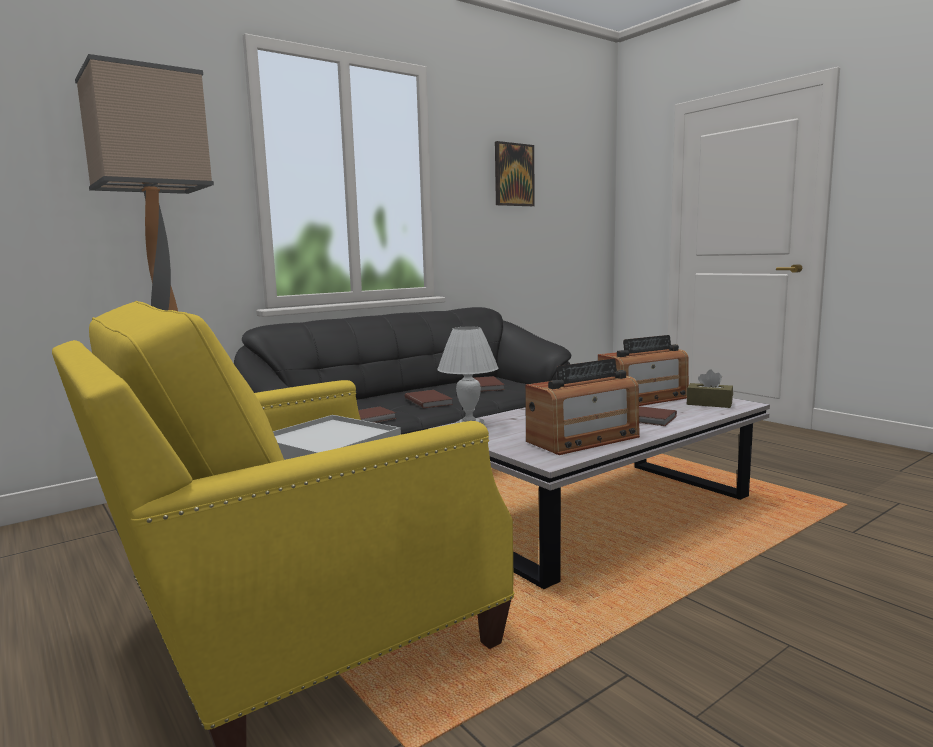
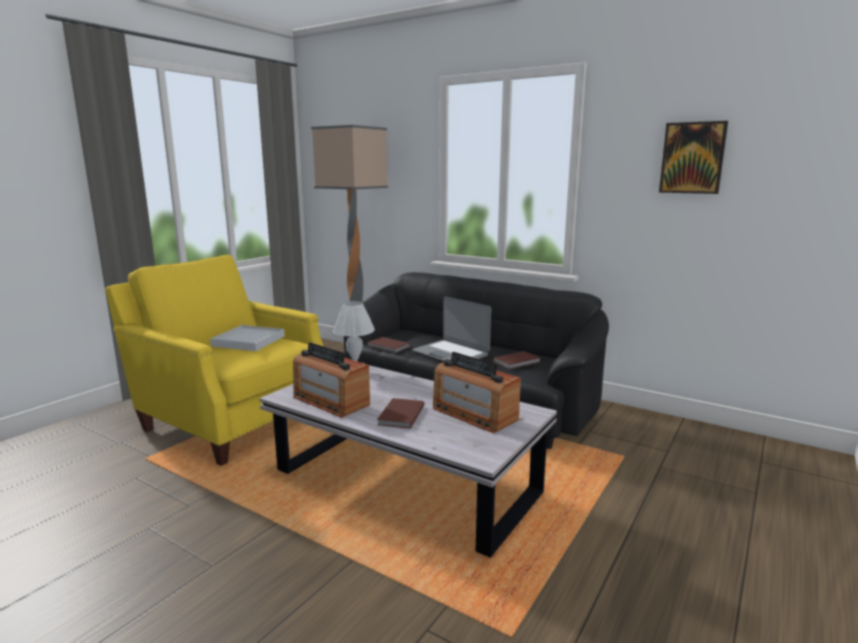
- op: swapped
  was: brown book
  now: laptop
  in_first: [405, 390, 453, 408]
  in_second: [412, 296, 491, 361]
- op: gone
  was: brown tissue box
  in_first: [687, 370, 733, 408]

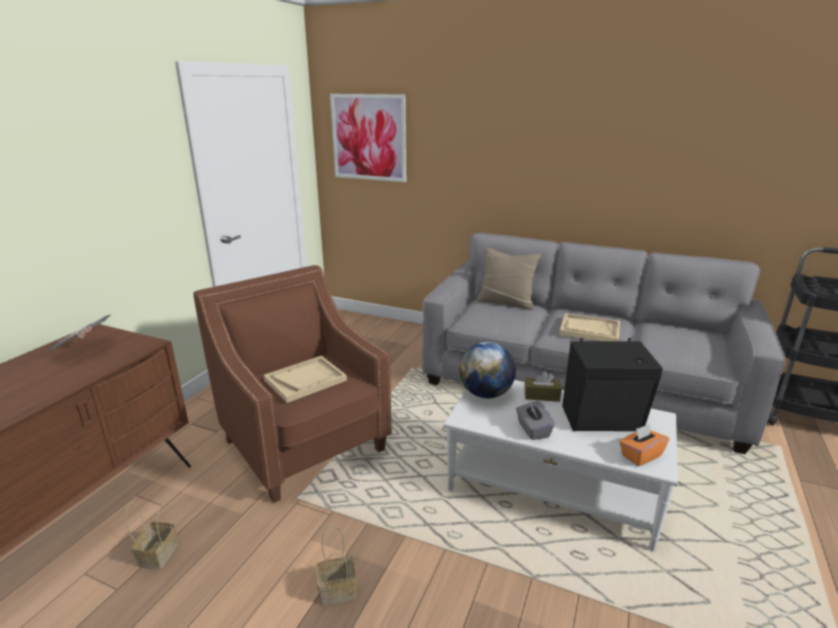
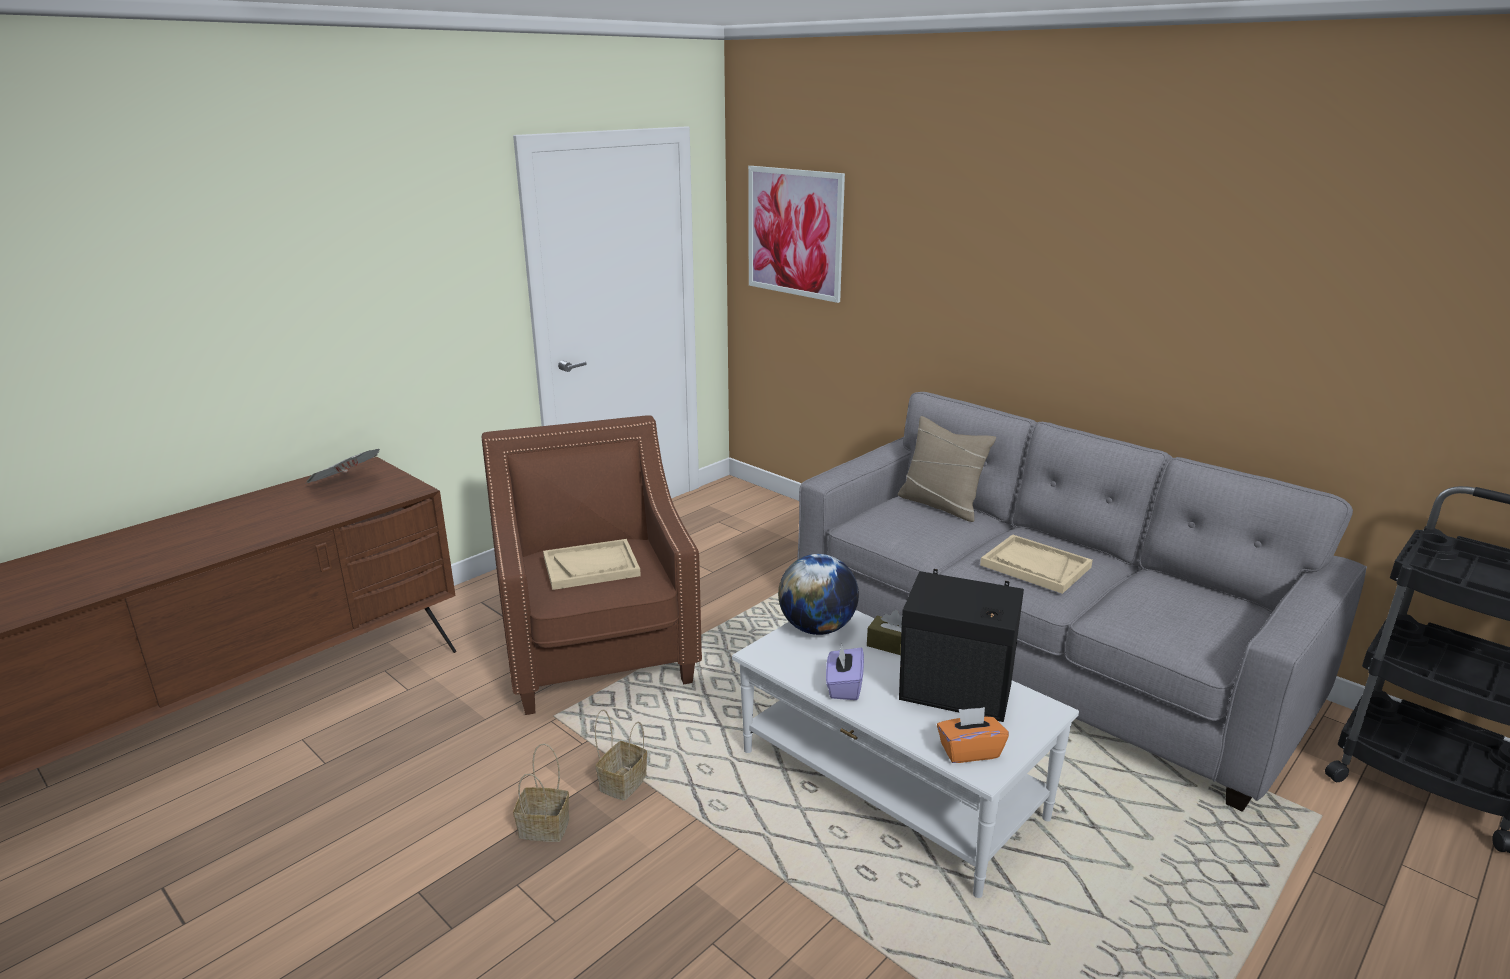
- op: shifted
  was: basket
  in_first: [125, 502, 178, 569]
  in_second: [595, 709, 647, 801]
- op: repainted
  was: grey tissue box
  now: purple tissue box
  in_first: [516, 401, 555, 440]
  in_second: [826, 643, 864, 700]

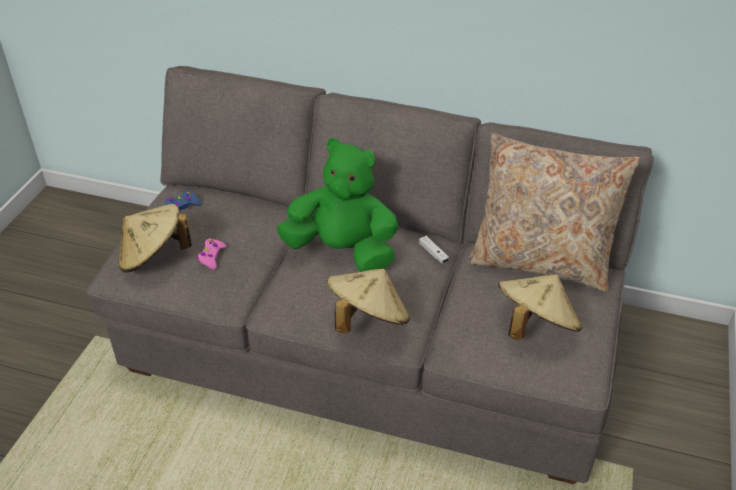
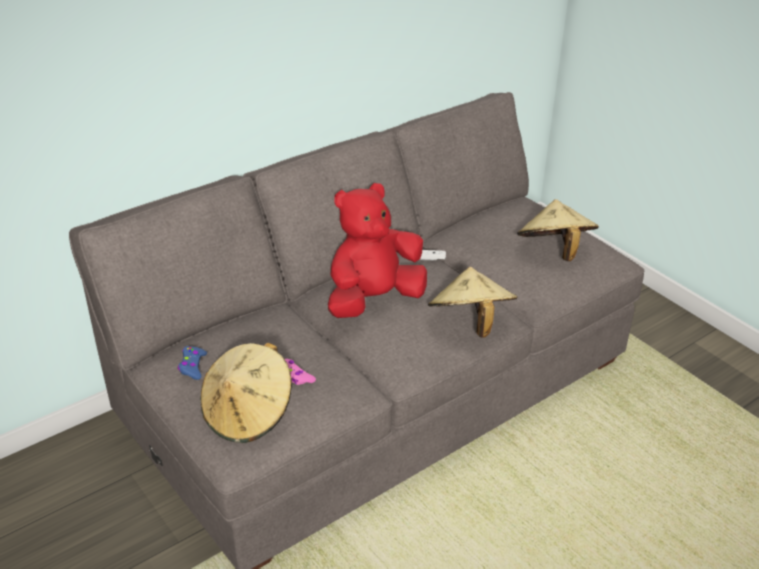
- op: repainted
  was: green plush toy
  now: red plush toy
  in_first: [276, 138, 399, 272]
  in_second: [328, 183, 427, 318]
- op: gone
  was: beige pillow
  in_first: [468, 133, 640, 292]

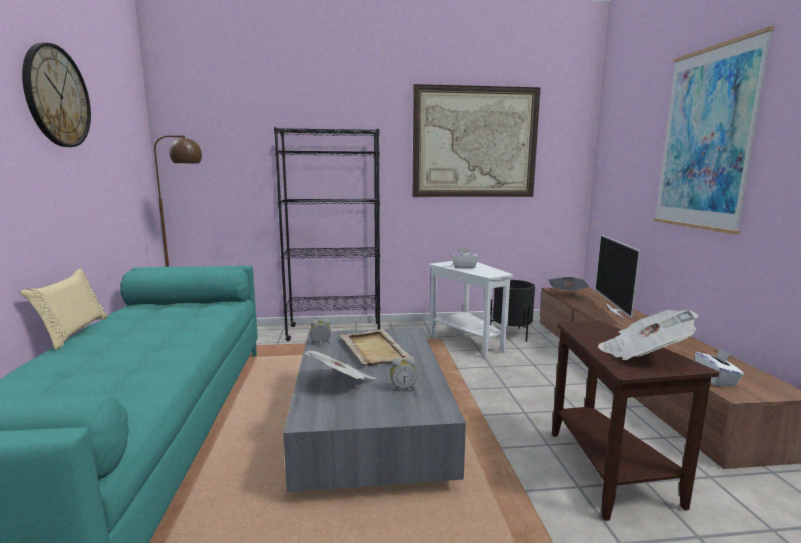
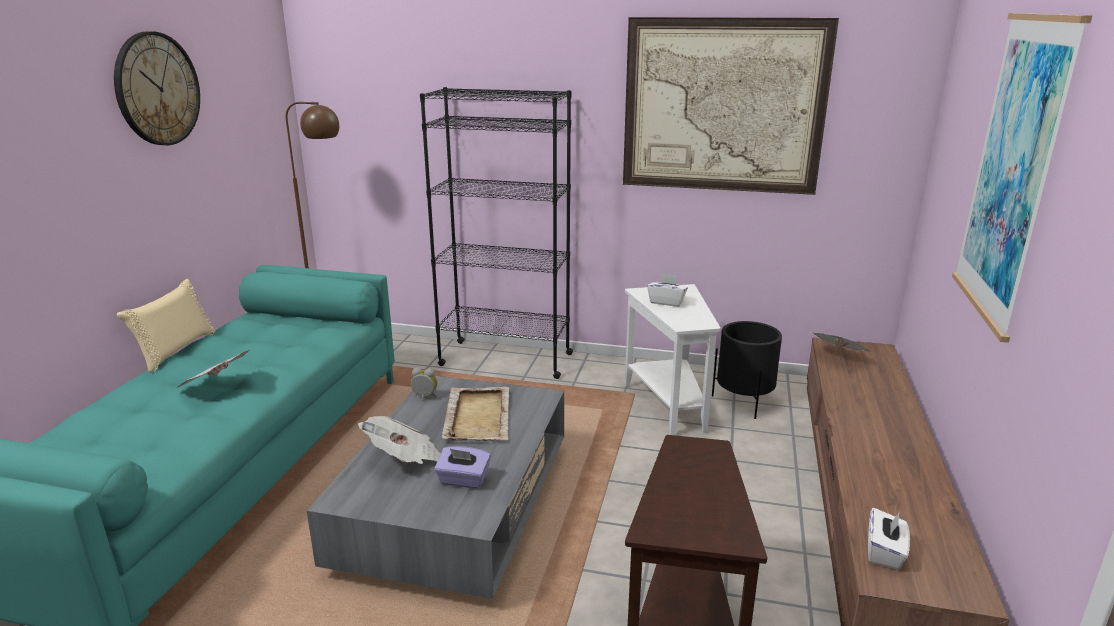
- op: swapped
  was: alarm clock
  now: purple tissue box
  in_first: [390, 358, 417, 391]
  in_second: [434, 446, 491, 489]
- op: gone
  was: television
  in_first: [595, 235, 640, 319]
- op: shifted
  was: newspaper
  in_first: [598, 310, 699, 360]
  in_second: [177, 350, 250, 388]

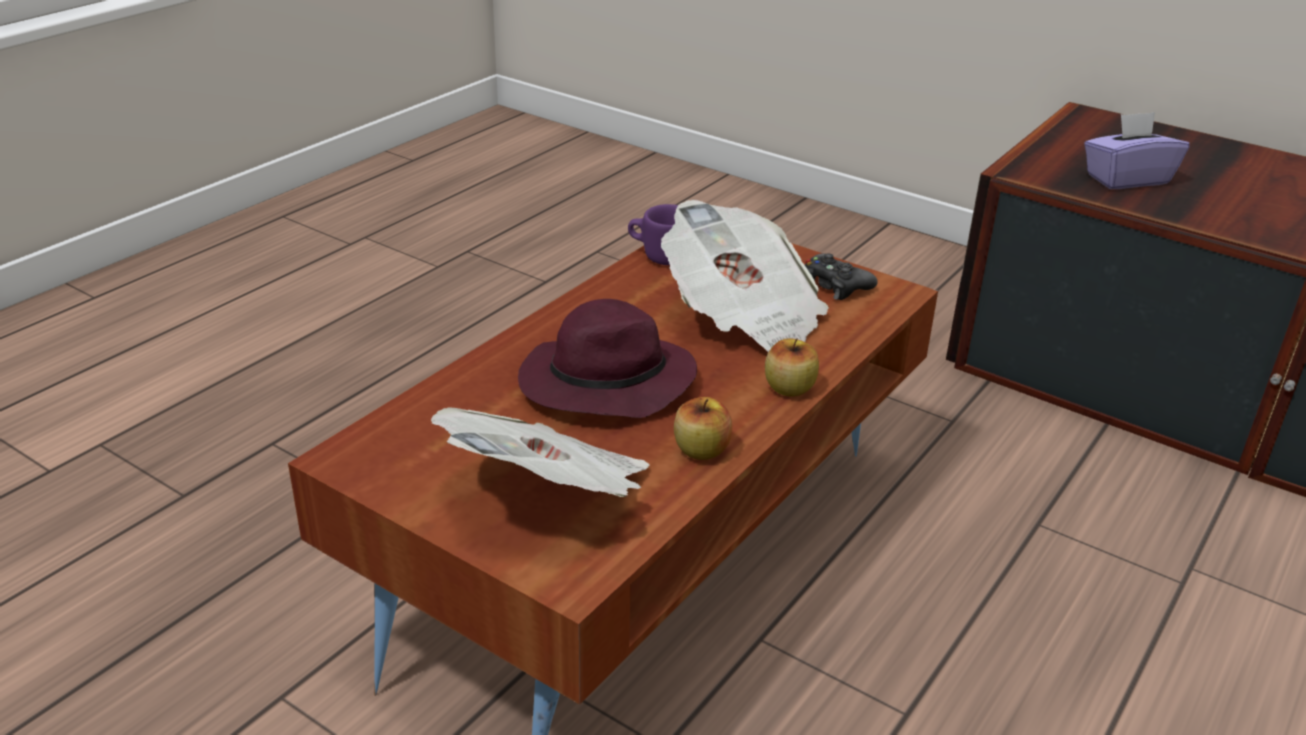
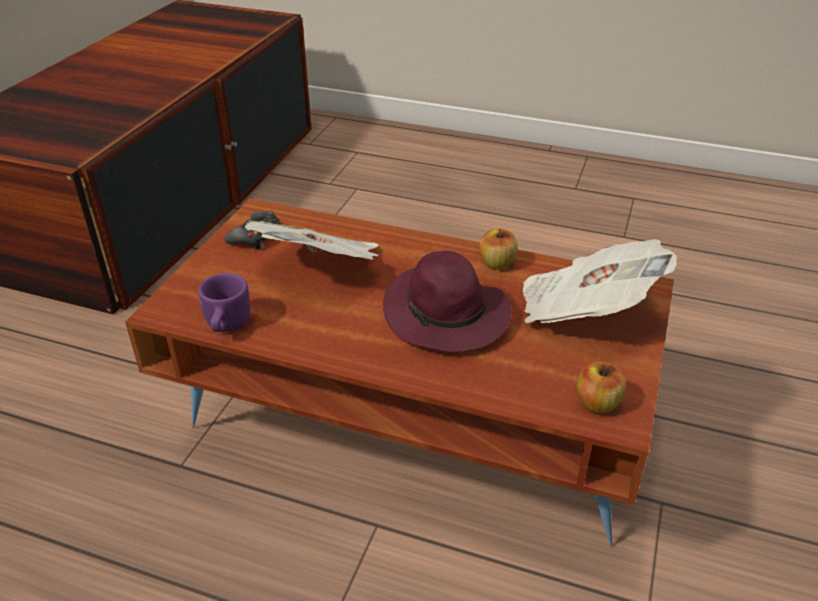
- op: shifted
  was: apple
  in_first: [765, 338, 819, 397]
  in_second: [576, 361, 626, 413]
- op: gone
  was: purple tissue box
  in_first: [1084, 112, 1189, 189]

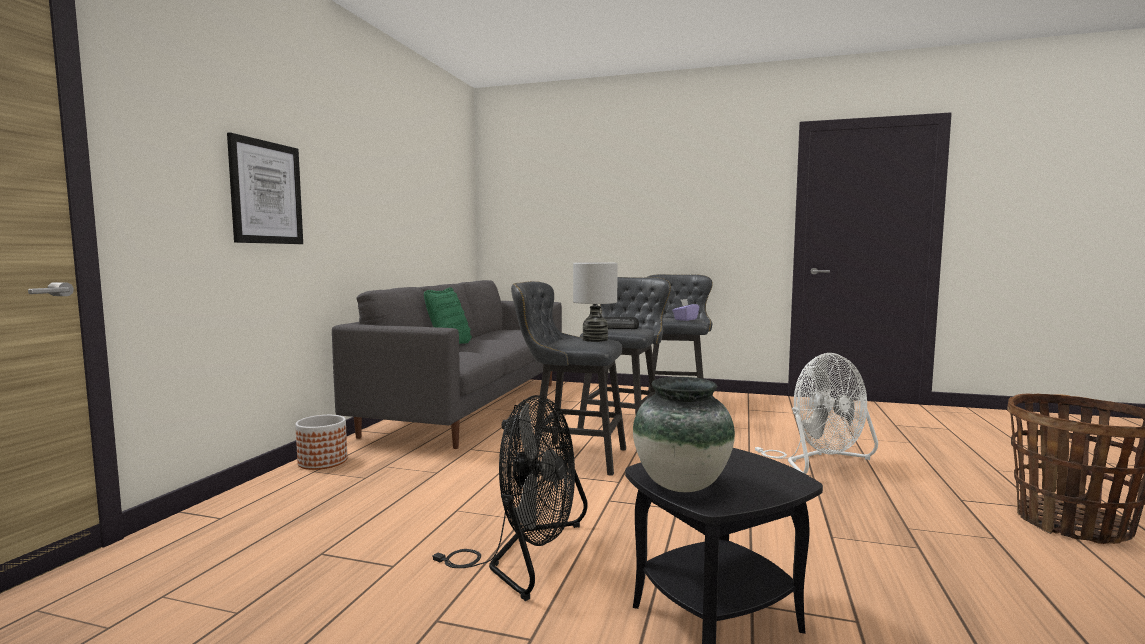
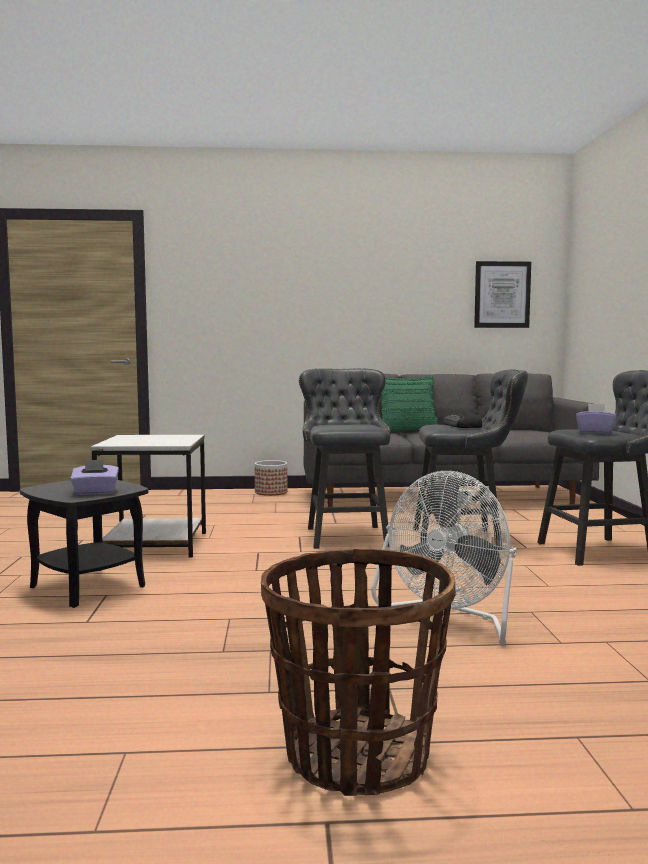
- op: shifted
  was: picture
  in_first: [227, 132, 303, 244]
  in_second: [474, 261, 531, 328]
- op: swapped
  was: black fan
  now: white side table
  in_first: [432, 395, 588, 601]
  in_second: [91, 435, 206, 557]
- op: gone
  was: grey table lamp
  in_first: [573, 262, 618, 342]
- op: gone
  was: vase
  in_first: [633, 377, 735, 492]
- op: new
  now: purple tissue box
  in_second: [70, 460, 119, 495]

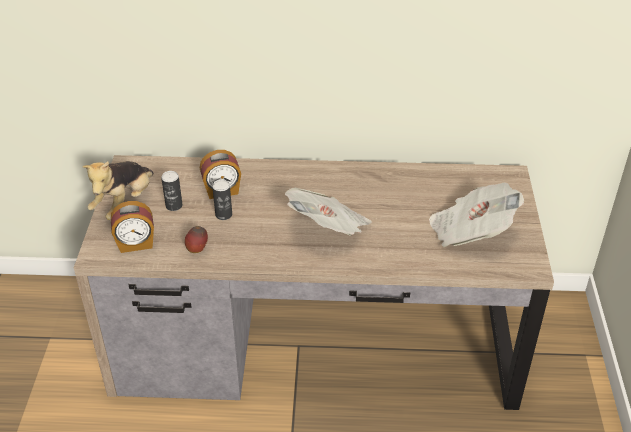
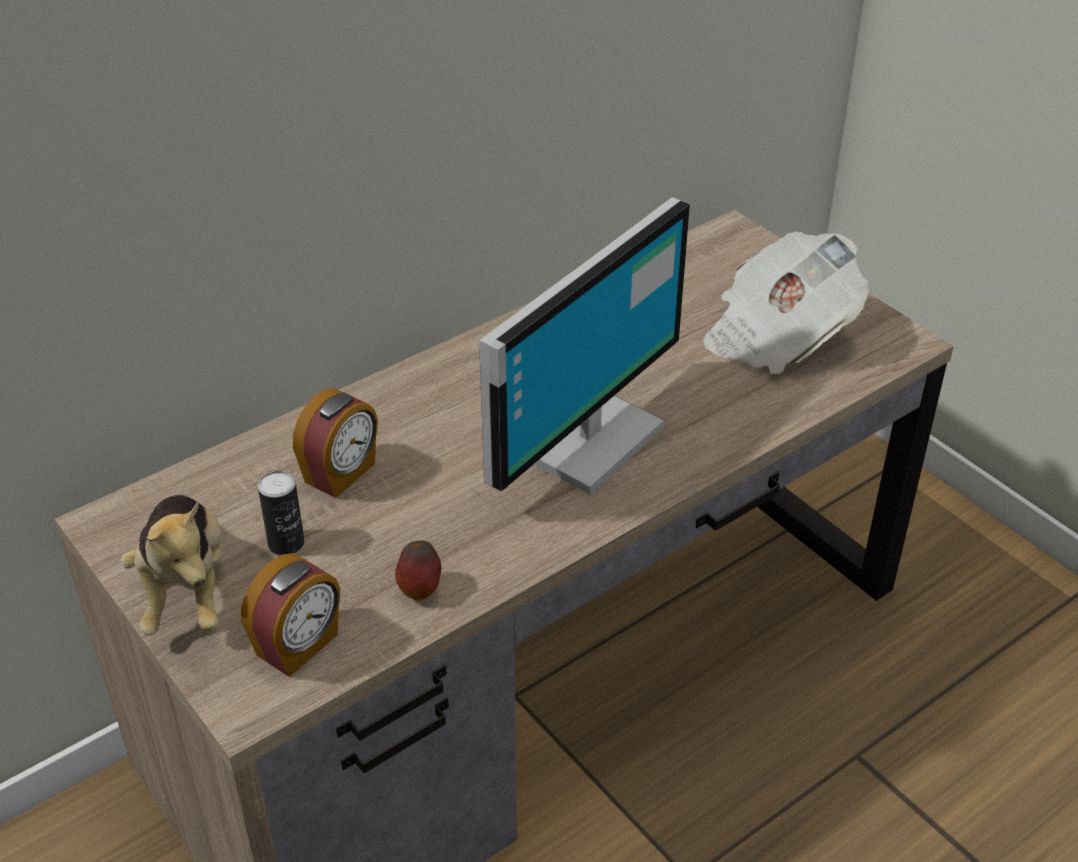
- op: gone
  was: can
  in_first: [212, 180, 232, 220]
- op: swapped
  was: newspaper
  now: monitor
  in_first: [285, 188, 372, 236]
  in_second: [479, 197, 690, 495]

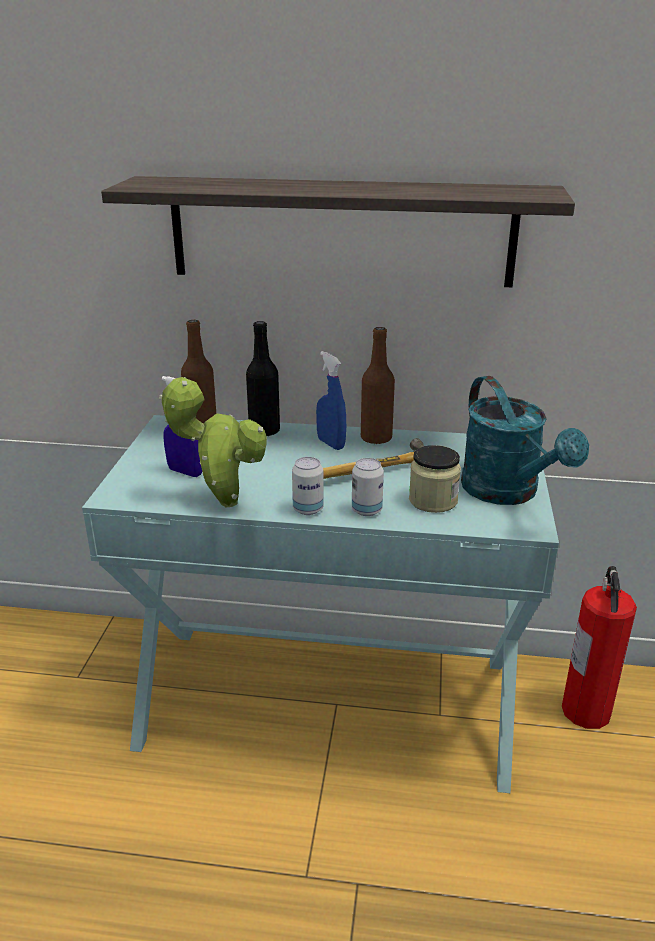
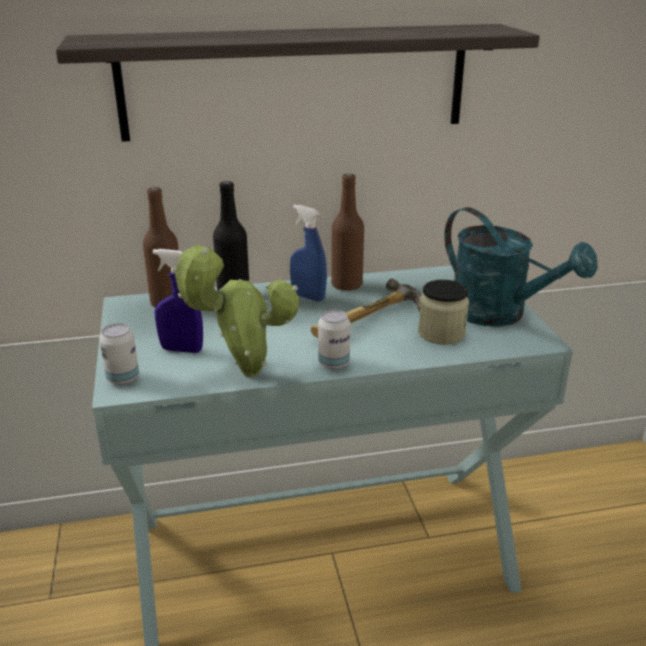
- op: shifted
  was: can
  in_first: [352, 458, 384, 516]
  in_second: [99, 323, 139, 385]
- op: gone
  was: fire extinguisher
  in_first: [562, 566, 637, 729]

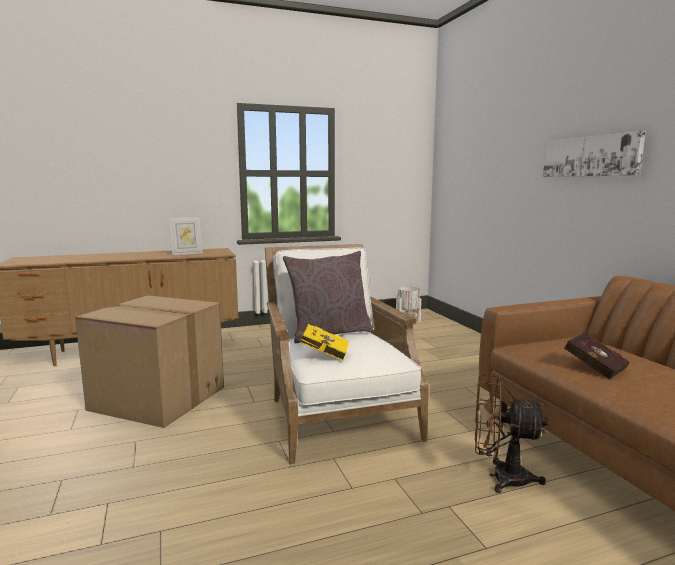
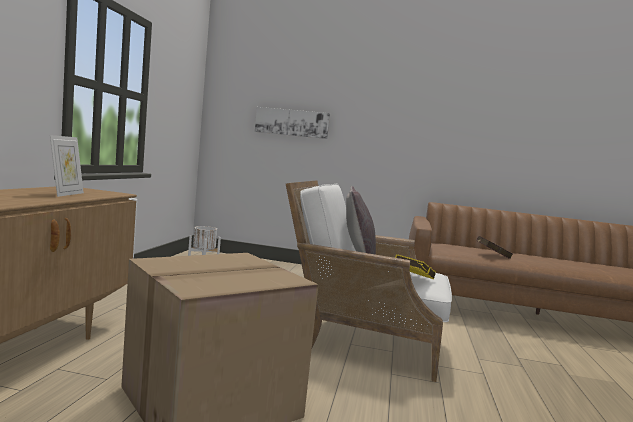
- op: gone
  was: brown fan
  in_first: [475, 374, 548, 493]
- op: shifted
  was: picture
  in_first: [543, 131, 646, 177]
  in_second: [255, 107, 330, 139]

